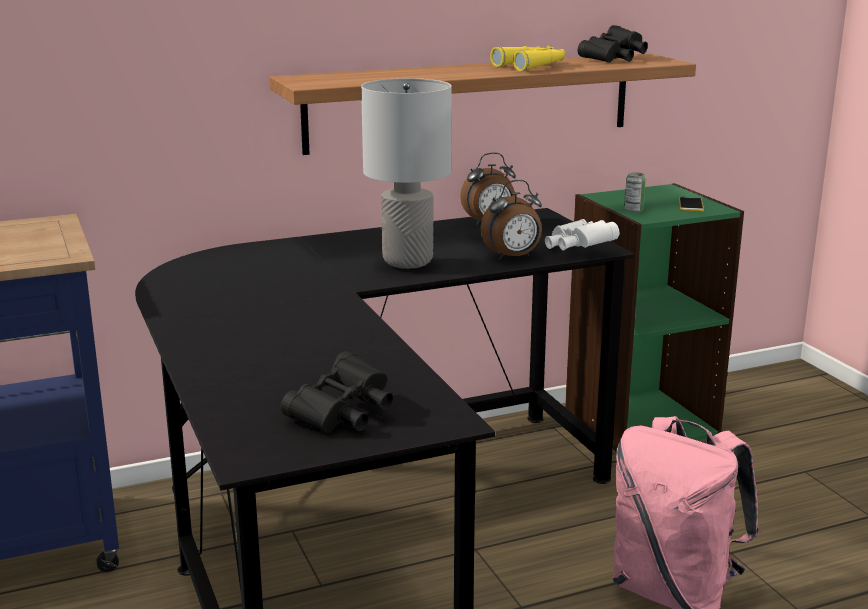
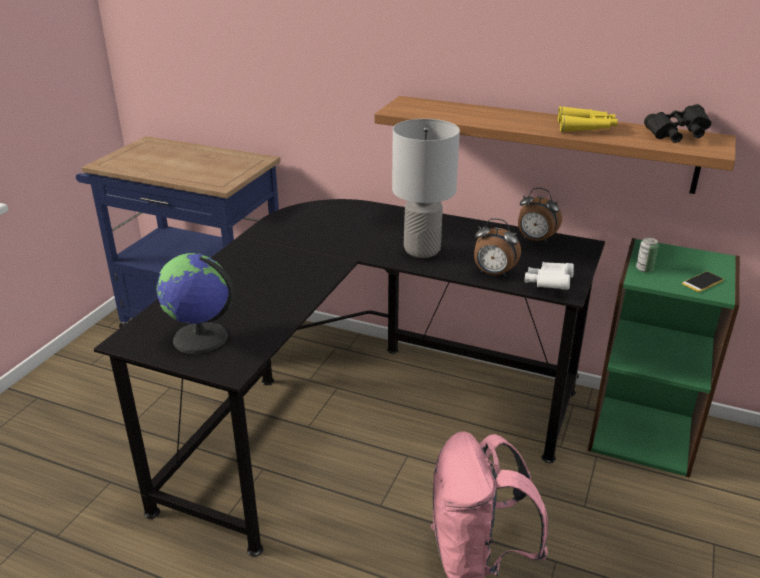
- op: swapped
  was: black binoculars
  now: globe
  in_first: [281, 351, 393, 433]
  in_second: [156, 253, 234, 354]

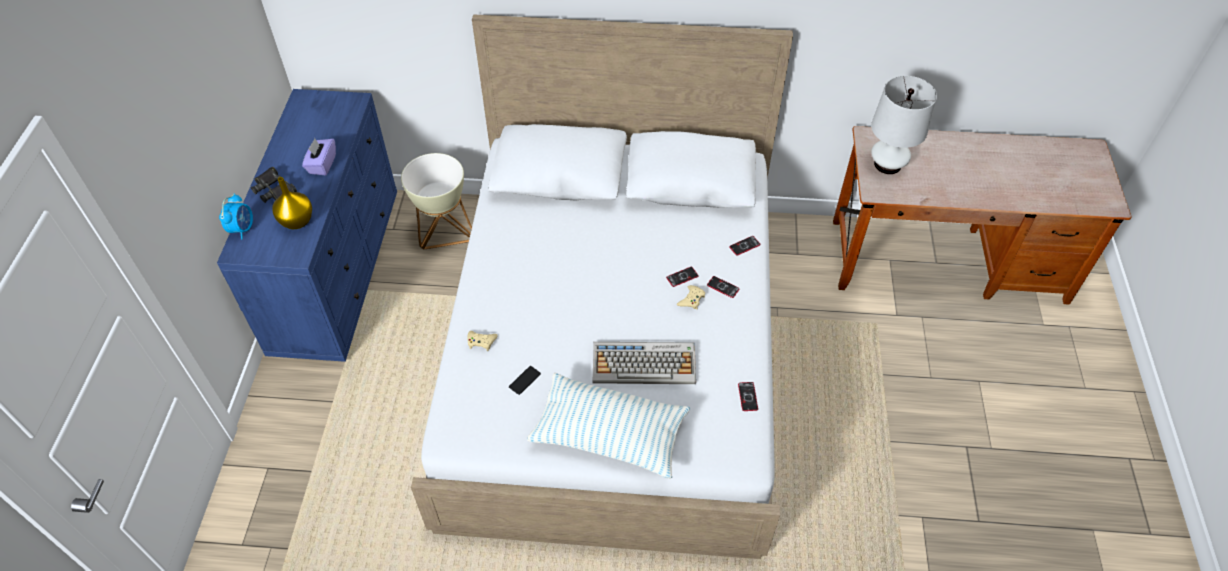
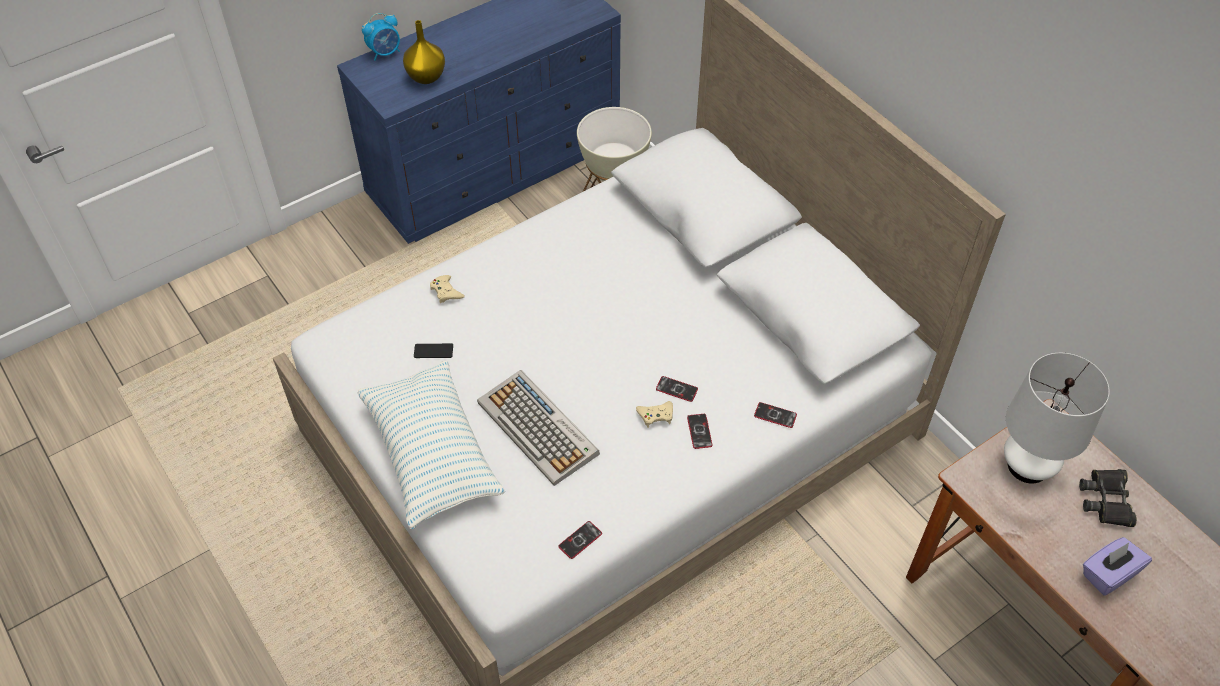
- op: shifted
  was: black binoculars
  in_first: [251, 167, 297, 203]
  in_second: [1079, 469, 1137, 527]
- op: shifted
  was: purple tissue box
  in_first: [302, 138, 336, 175]
  in_second: [1083, 537, 1152, 596]

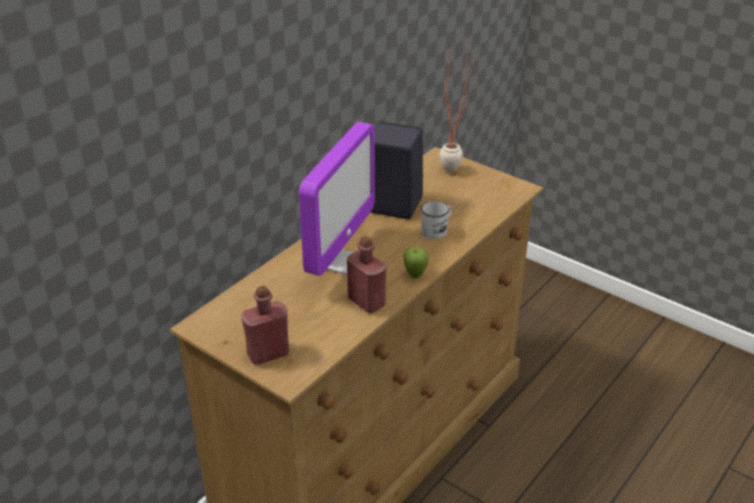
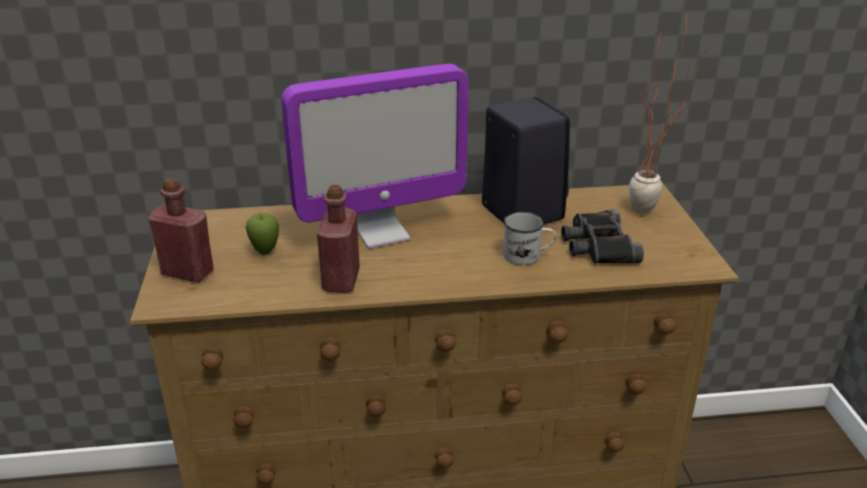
- op: shifted
  was: apple
  in_first: [403, 247, 429, 278]
  in_second: [246, 213, 279, 255]
- op: new
  now: black binoculars
  in_second: [561, 209, 644, 264]

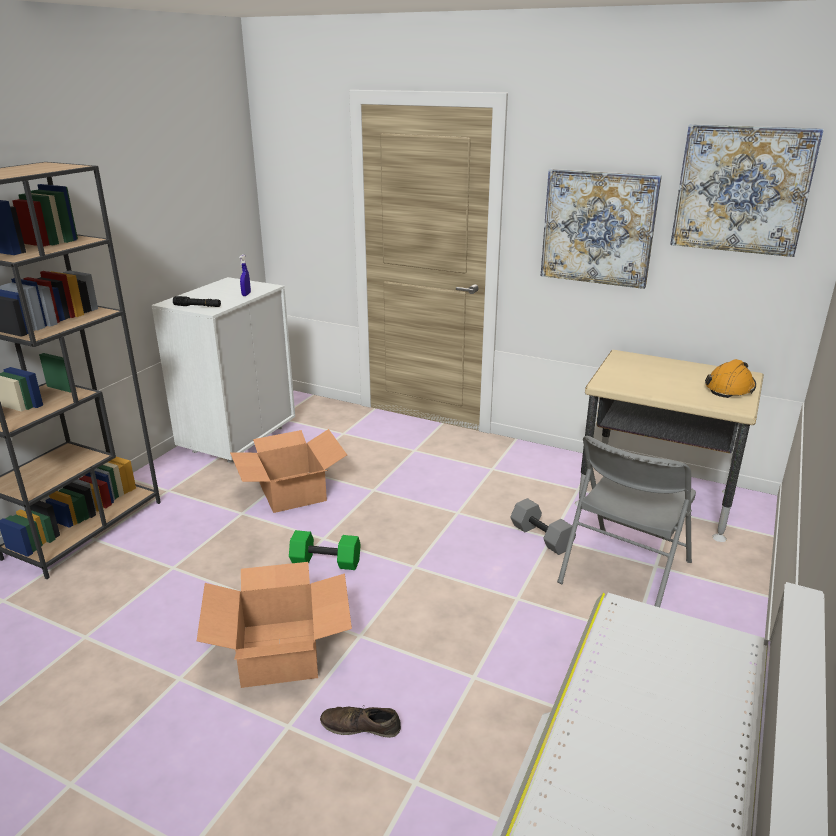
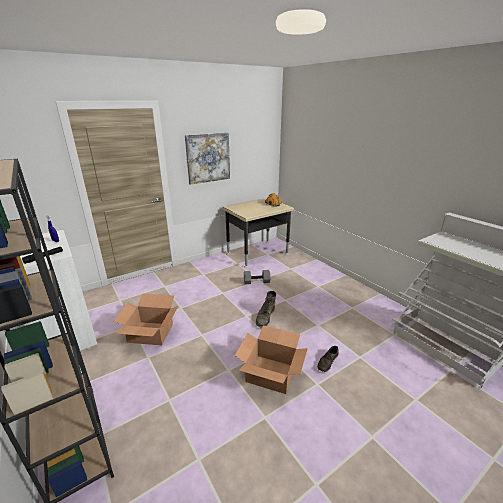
- op: gone
  was: green dumbbell
  in_first: [289, 530, 361, 570]
- op: gone
  was: grey chair
  in_first: [557, 436, 696, 607]
- op: gone
  was: picture
  in_first: [670, 124, 824, 257]
- op: new
  now: green boot
  in_second: [256, 291, 276, 328]

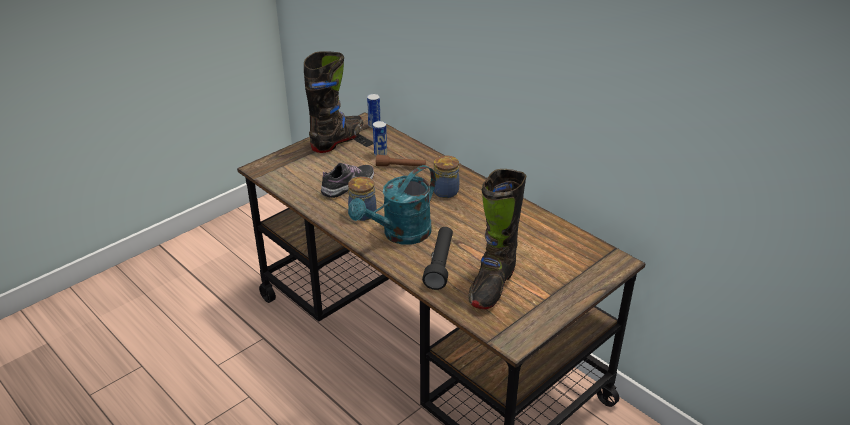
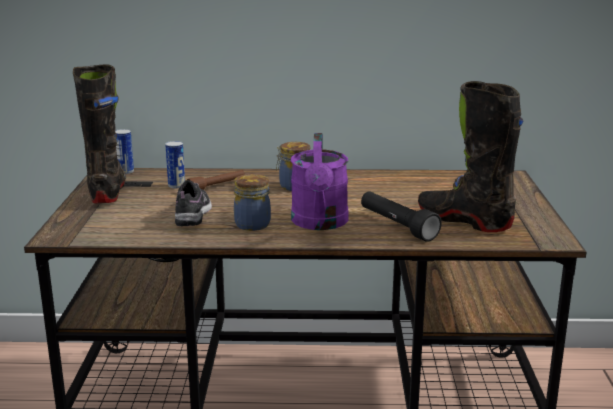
- op: repainted
  was: turquoise watering can
  now: purple watering can
  in_first: [348, 165, 436, 245]
  in_second: [291, 133, 348, 230]
- op: rotated
  was: black boot
  in_first: [468, 169, 526, 309]
  in_second: [418, 81, 523, 232]
  clockwise: 150

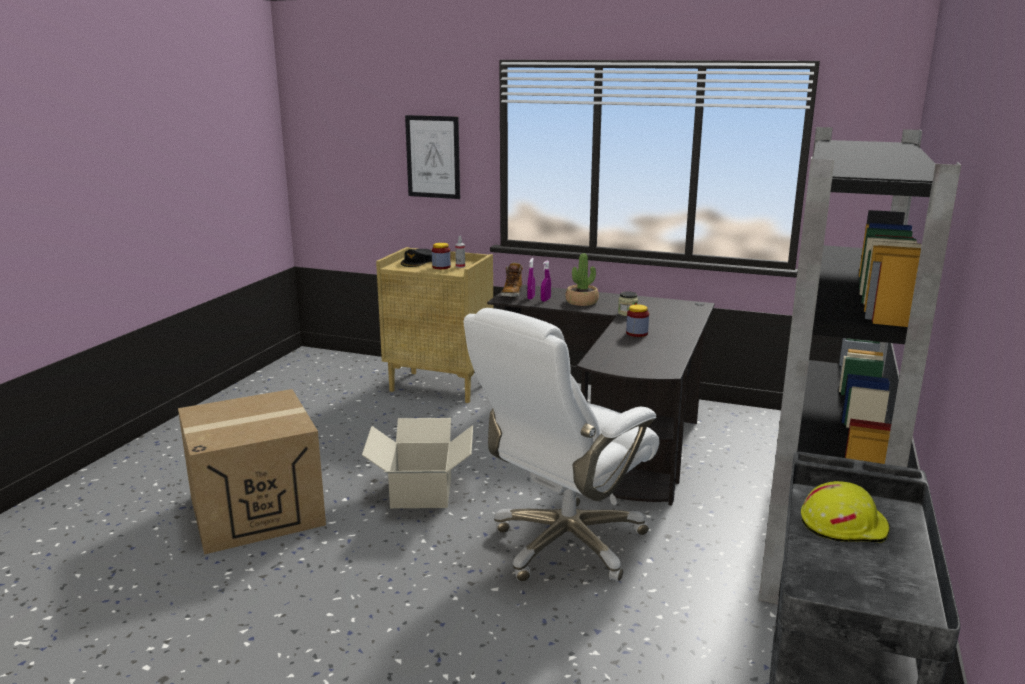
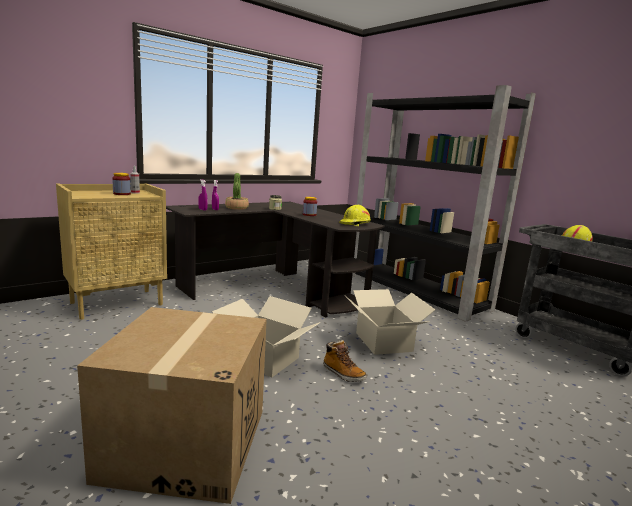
- op: gone
  was: black cap
  in_first: [401, 249, 432, 267]
- op: gone
  was: picture
  in_first: [405, 115, 460, 199]
- op: swapped
  was: white office chair
  now: cardboard box
  in_first: [463, 308, 659, 582]
  in_second: [344, 289, 435, 355]
- op: shifted
  was: boot
  in_first: [501, 262, 523, 298]
  in_second: [323, 340, 367, 382]
- op: new
  now: yellow hard hat
  in_second: [339, 205, 371, 226]

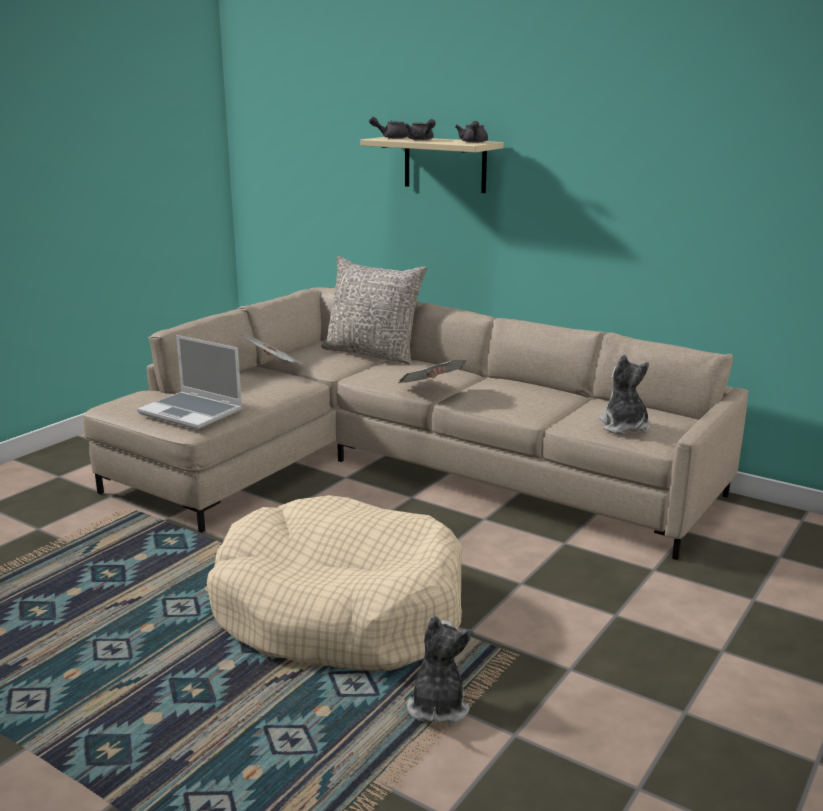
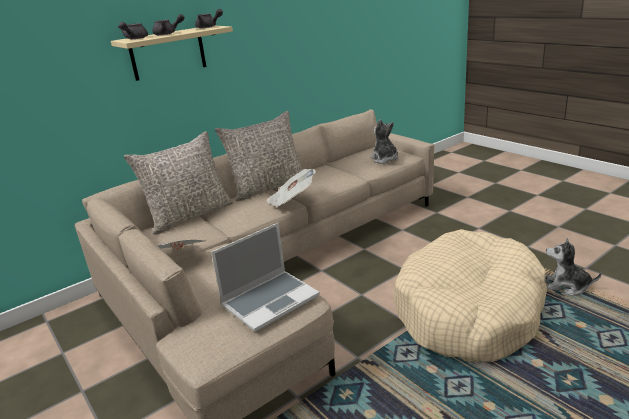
- op: rotated
  was: plush toy
  in_first: [599, 355, 650, 435]
  in_second: [370, 119, 399, 164]
  clockwise: 60
- op: new
  now: grey pillow
  in_second: [215, 111, 303, 201]

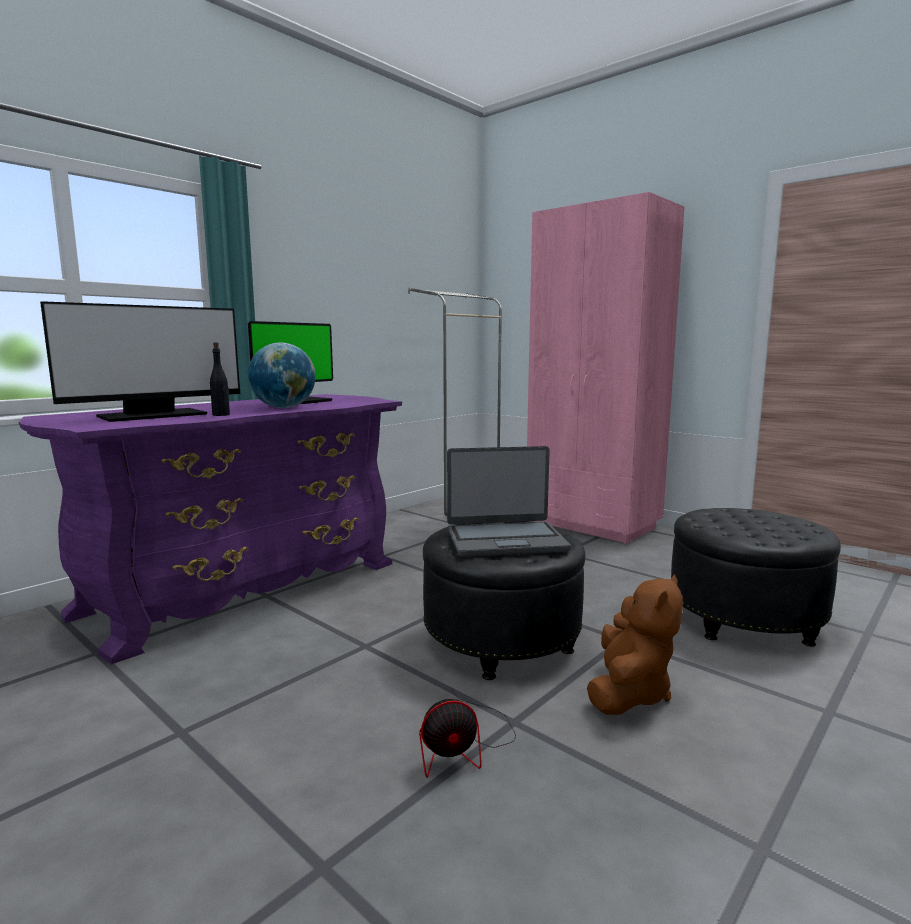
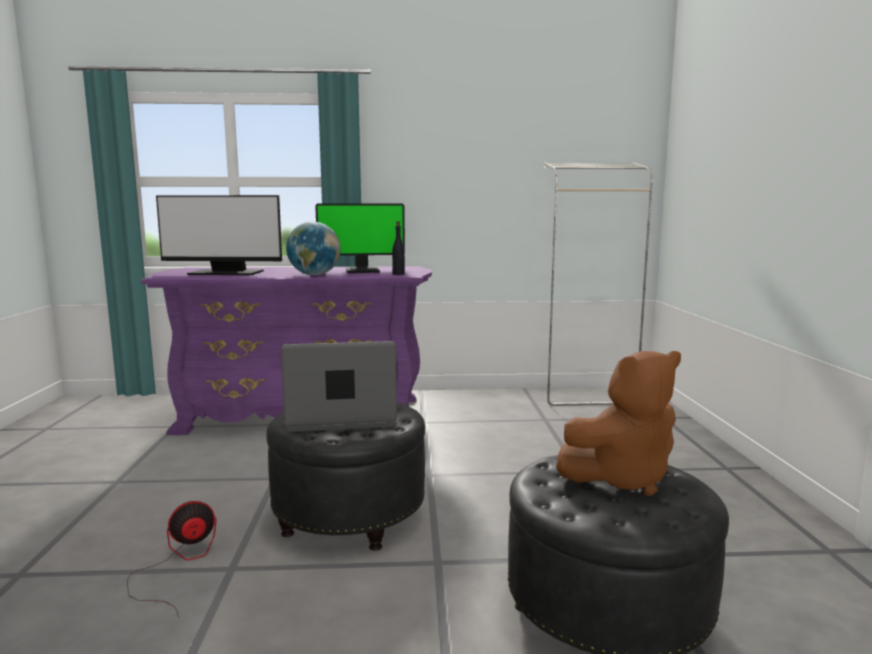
- op: shifted
  was: black bottle
  in_first: [210, 342, 230, 416]
  in_second: [392, 221, 405, 275]
- op: rotated
  was: fan
  in_first: [419, 687, 516, 778]
  in_second: [127, 501, 217, 618]
  clockwise: 120
- op: rotated
  was: laptop
  in_first: [447, 446, 571, 557]
  in_second: [281, 341, 397, 432]
  clockwise: 135
- op: gone
  was: pink wardrobe
  in_first: [527, 192, 685, 544]
- op: shifted
  was: brown plush toy
  in_first: [587, 574, 683, 715]
  in_second: [556, 351, 681, 497]

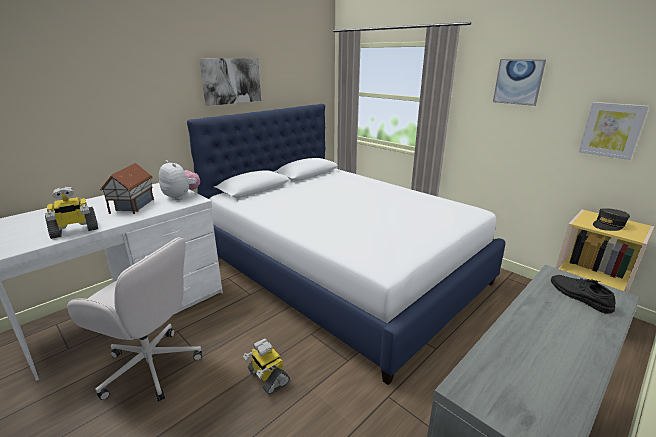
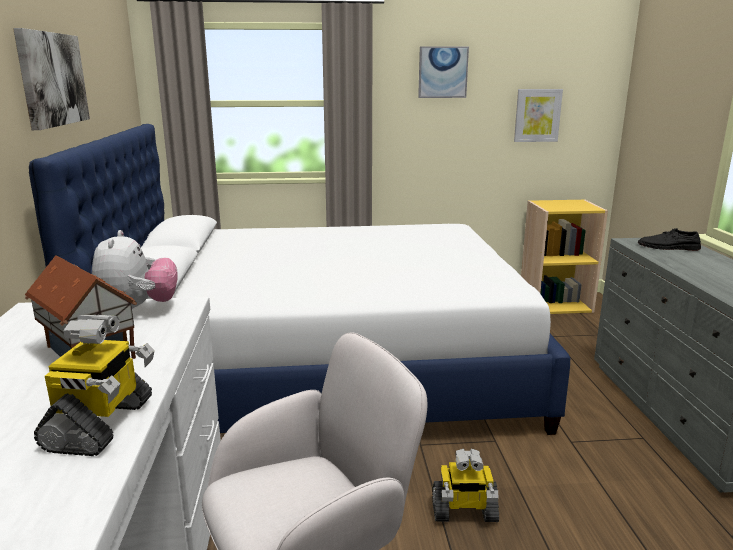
- op: rotated
  was: plush toy
  in_first: [159, 160, 200, 200]
  in_second: [92, 230, 178, 309]
  clockwise: 90
- op: gone
  was: grey cap
  in_first: [593, 208, 630, 231]

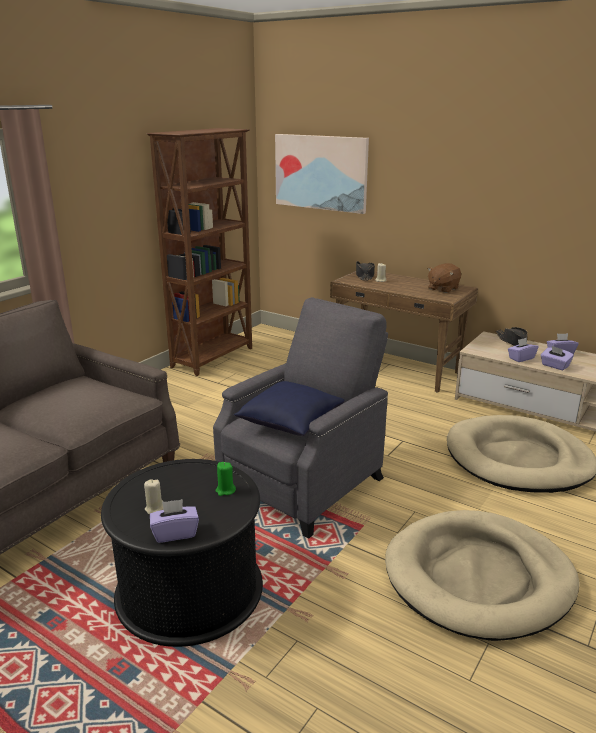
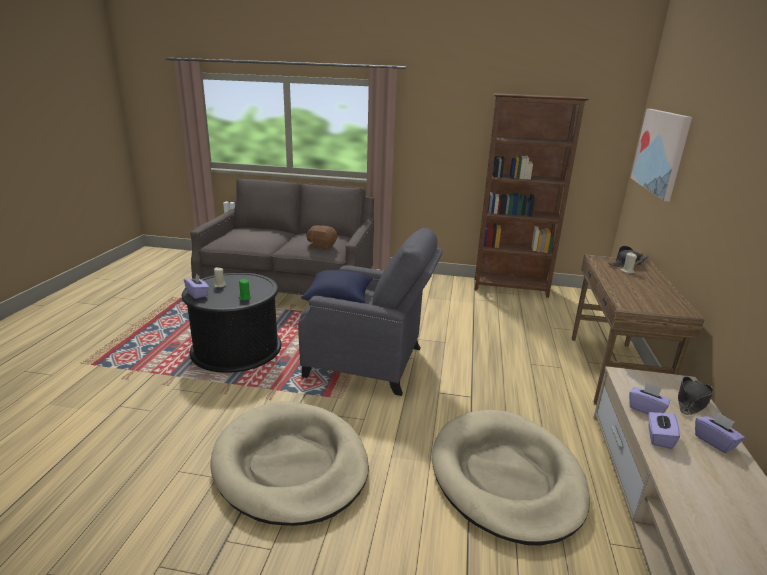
- op: shifted
  was: brown plush toy
  in_first: [428, 263, 461, 293]
  in_second: [306, 225, 337, 250]

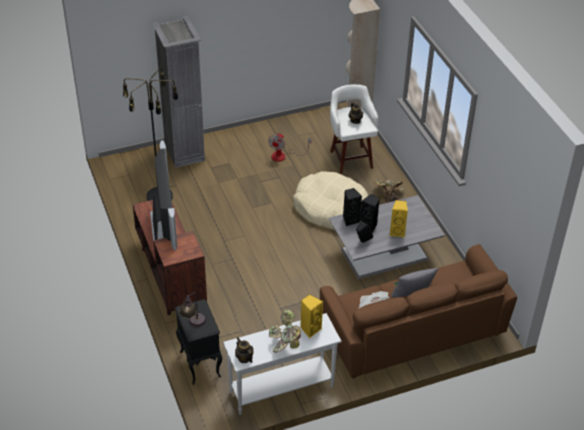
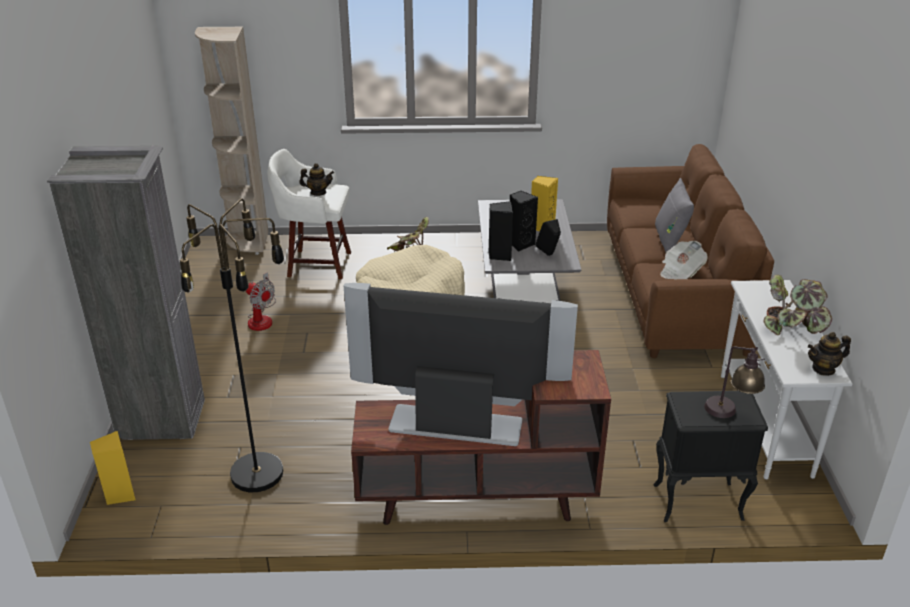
- op: shifted
  was: yellow speaker
  in_first: [301, 294, 323, 338]
  in_second: [90, 431, 135, 505]

